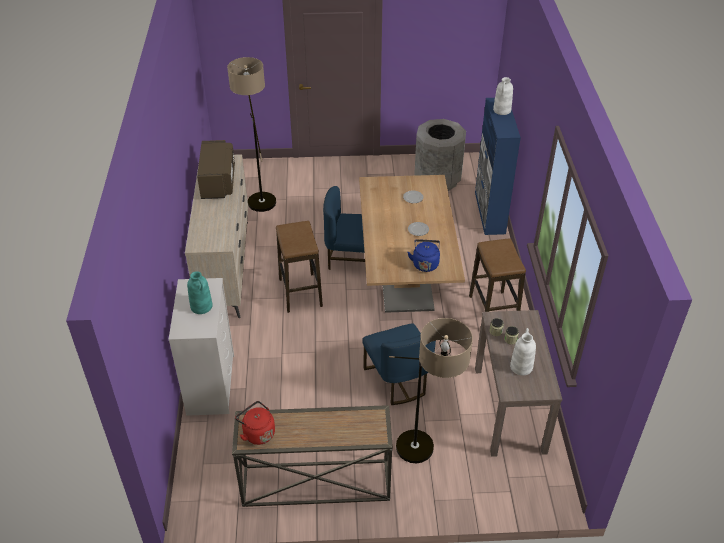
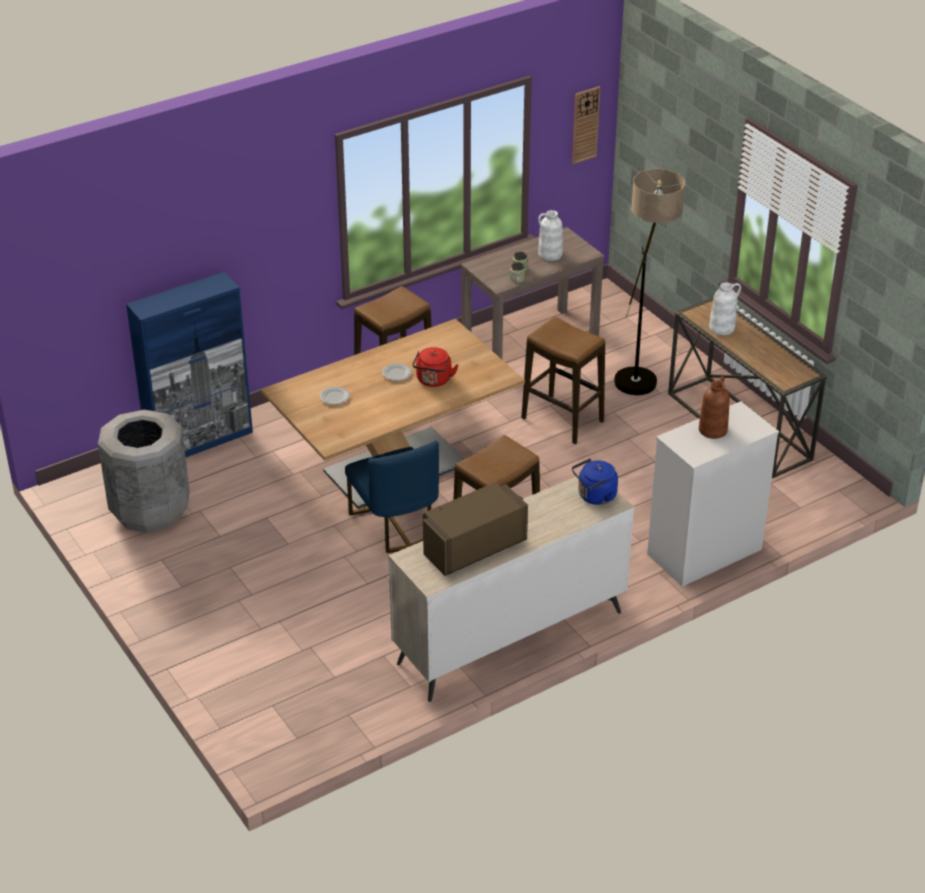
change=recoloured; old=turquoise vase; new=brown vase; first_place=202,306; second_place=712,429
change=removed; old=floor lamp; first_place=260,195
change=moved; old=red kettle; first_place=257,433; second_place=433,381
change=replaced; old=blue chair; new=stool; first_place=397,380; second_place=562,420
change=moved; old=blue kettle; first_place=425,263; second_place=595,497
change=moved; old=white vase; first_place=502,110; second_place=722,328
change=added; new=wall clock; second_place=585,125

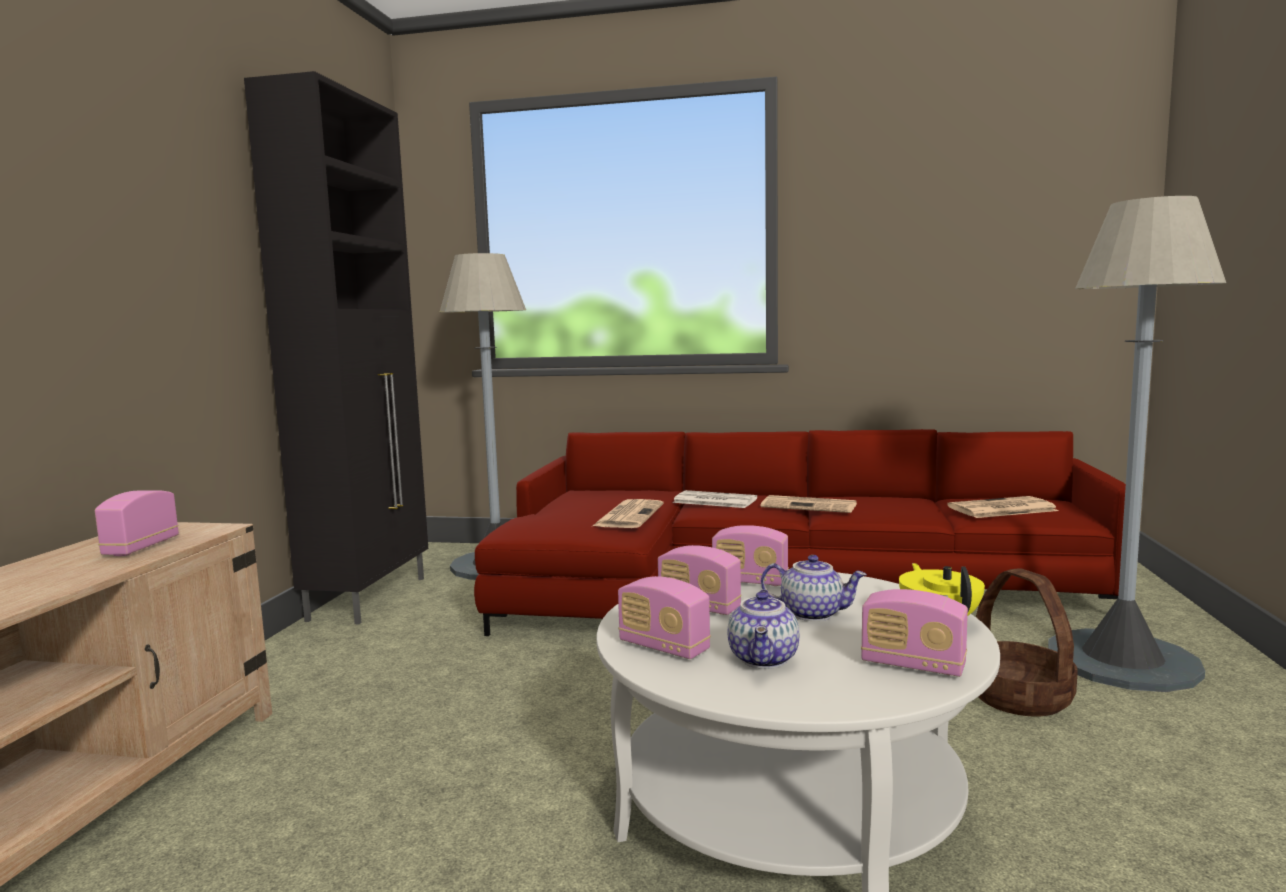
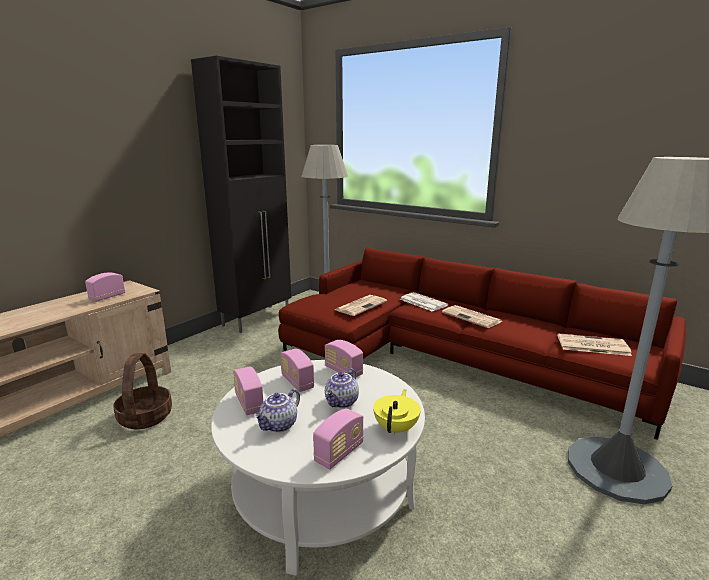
change=turned; old=teapot; first_place=813,613; second_place=342,402; degrees=75
change=turned; old=radio; first_place=913,665; second_place=339,453; degrees=-105
change=moved; old=basket; first_place=1020,697; second_place=145,417

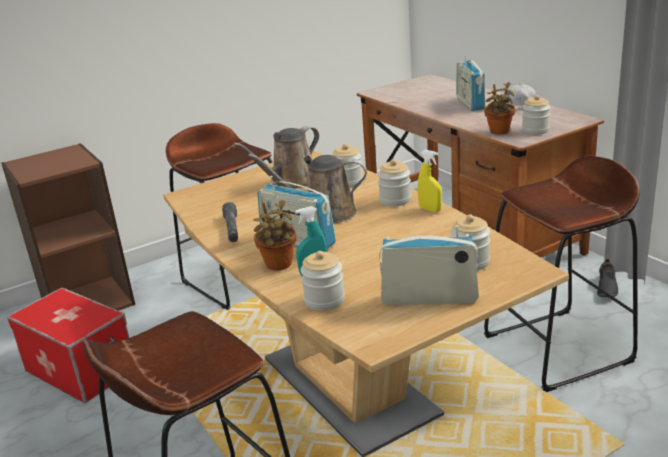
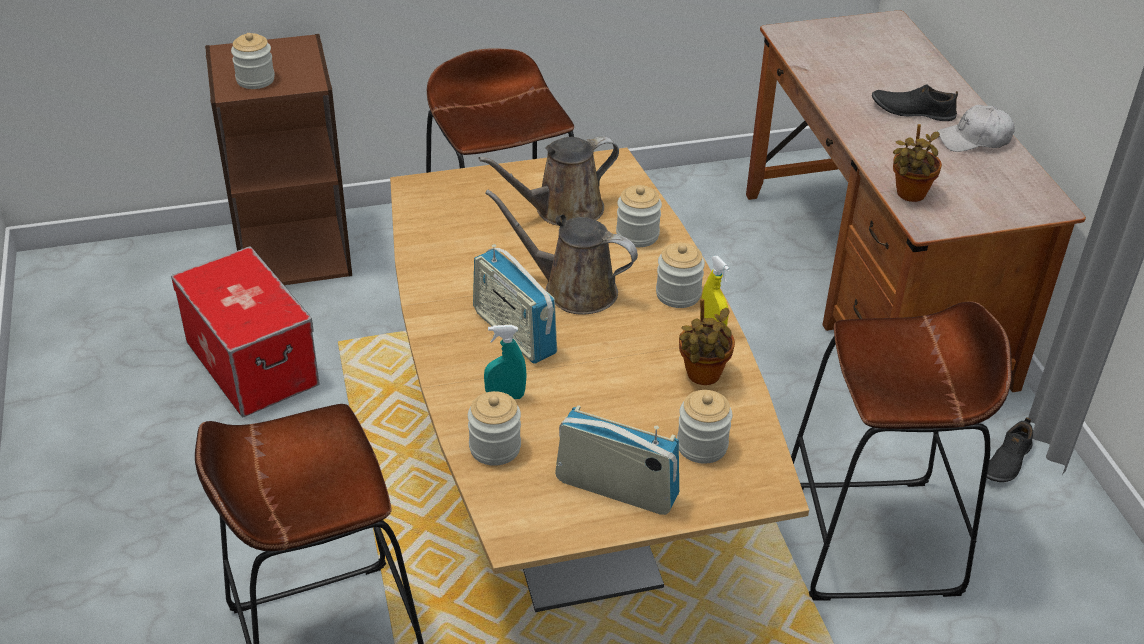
change=removed; old=grey flashlight; first_place=232,229
change=moved; old=potted plant; first_place=278,266; second_place=702,377
change=replaced; old=radio; new=black shoe; first_place=470,103; second_place=912,110
change=moved; old=jar; first_place=535,130; second_place=255,80

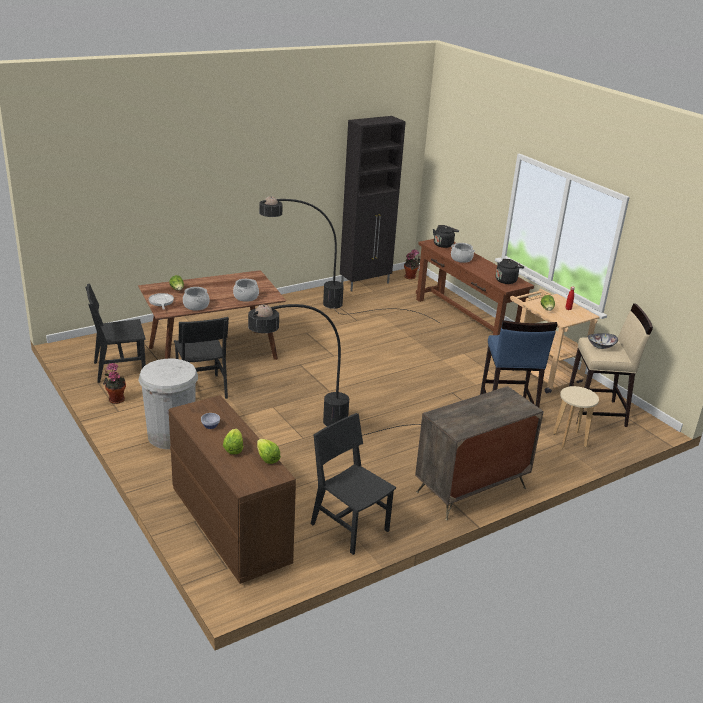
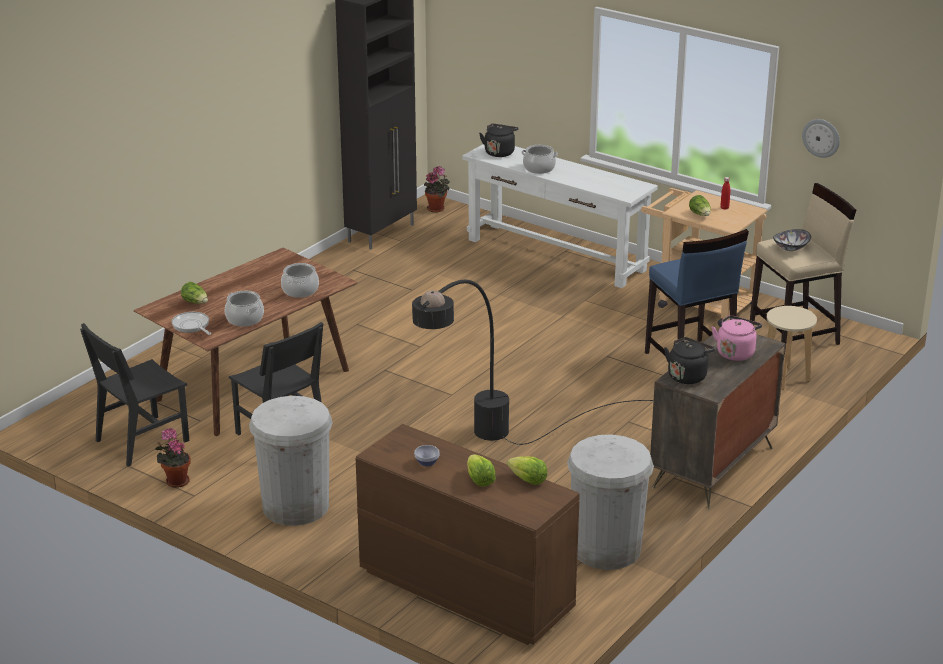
change=removed; old=black floor lamp; first_place=319,314
change=replaced; old=black chair; new=white trash can; first_place=350,527; second_place=606,548
change=recoloured; old=brown console table; new=white console table; first_place=465,321; second_place=556,255
change=moved; old=black kettle; first_place=507,280; second_place=688,376
change=added; new=pink kettle; second_place=736,353
change=added; new=wall clock; second_place=821,137

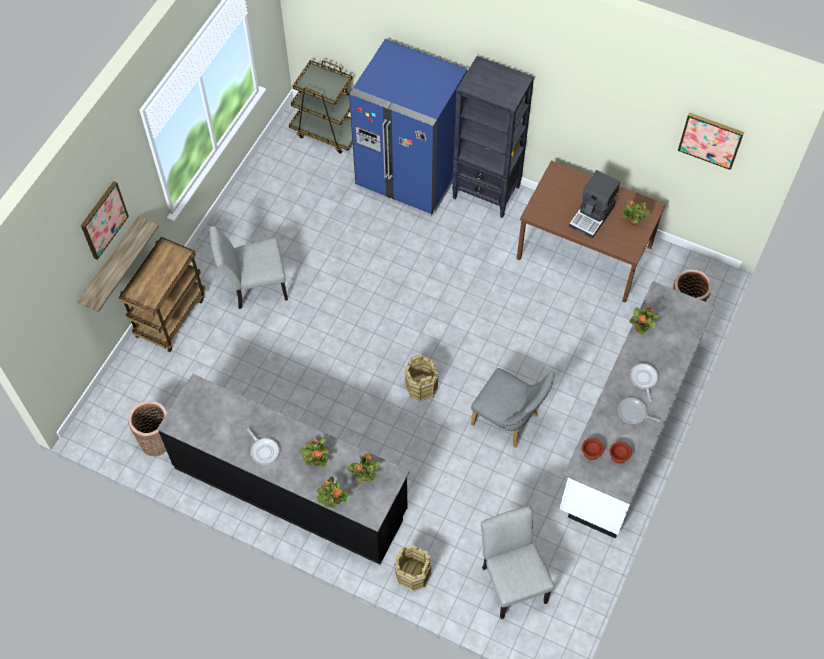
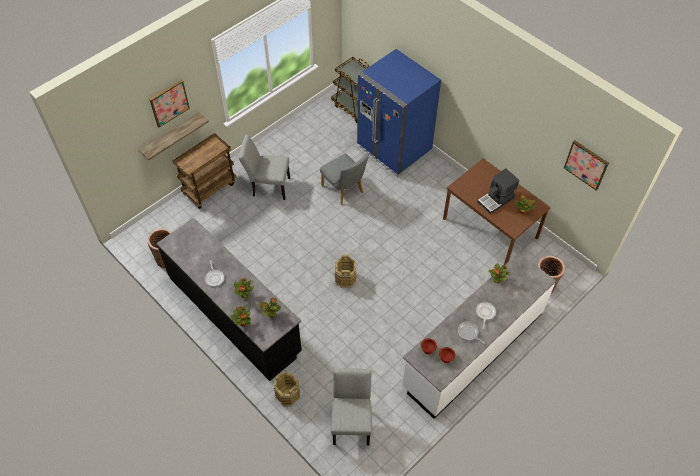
change=removed; old=black bookcase; first_place=487,193
change=moved; old=grey chair; first_place=509,422; second_place=344,191

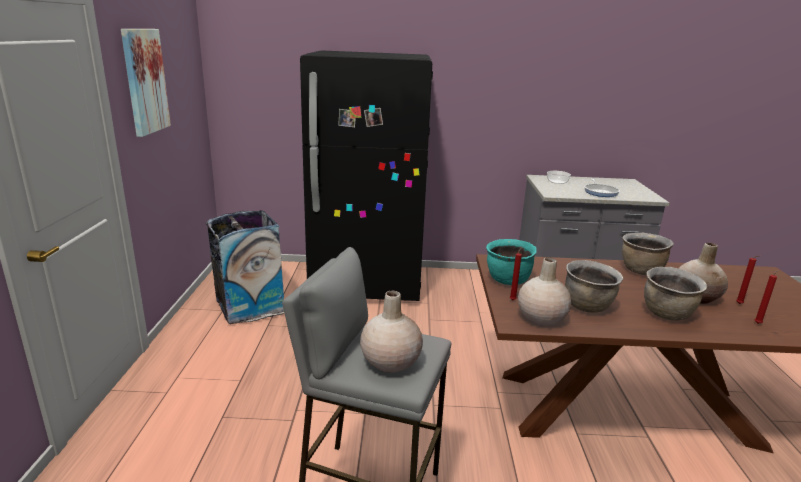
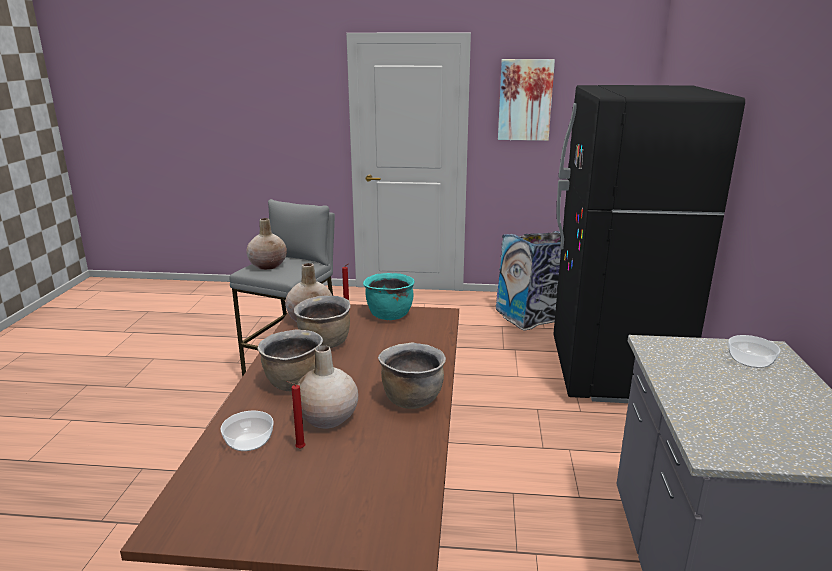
change=removed; old=frying pan; first_place=600,192
change=replaced; old=red candle; new=bowl; first_place=758,323; second_place=248,442

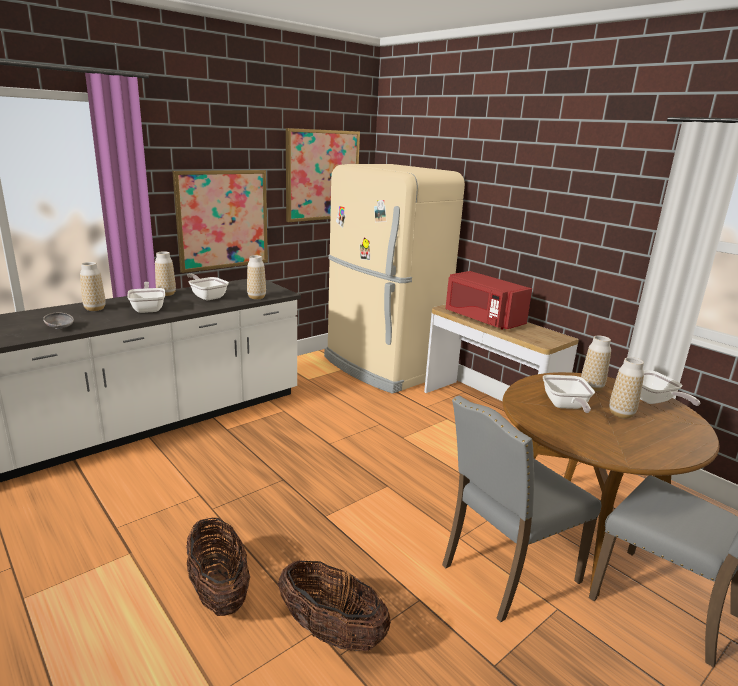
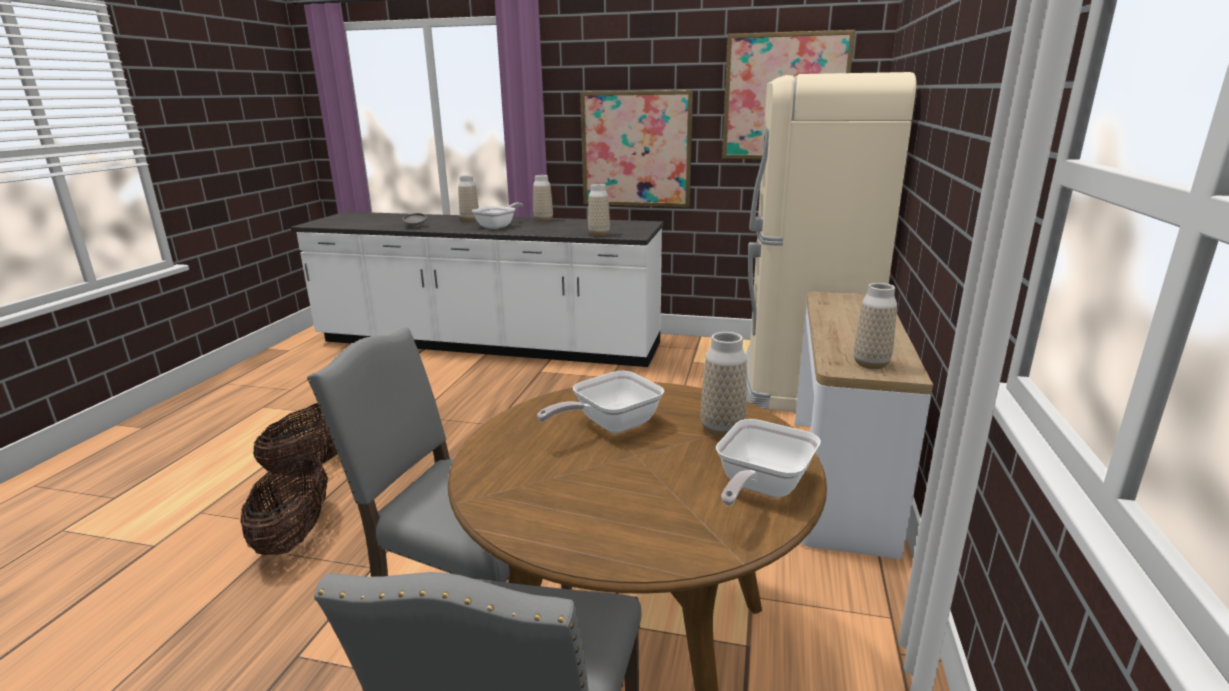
change=removed; old=frying pan; first_place=207,296
change=removed; old=red microwave; first_place=482,319
change=moved; old=vase; first_place=621,414; second_place=871,364

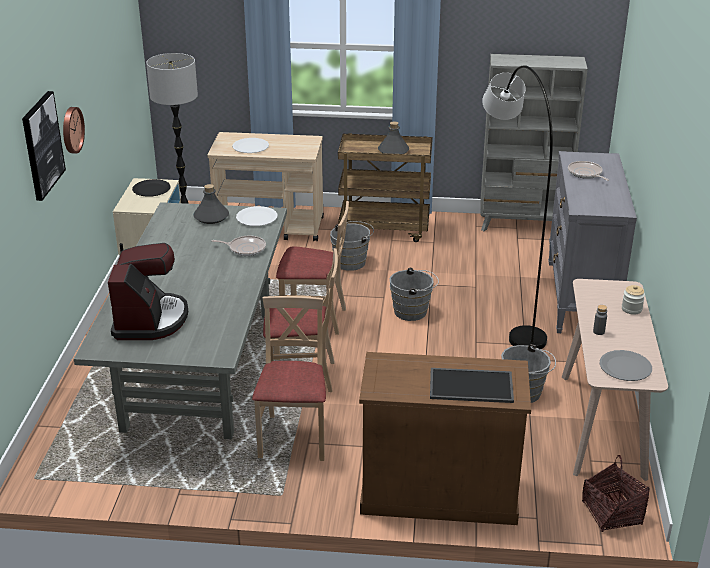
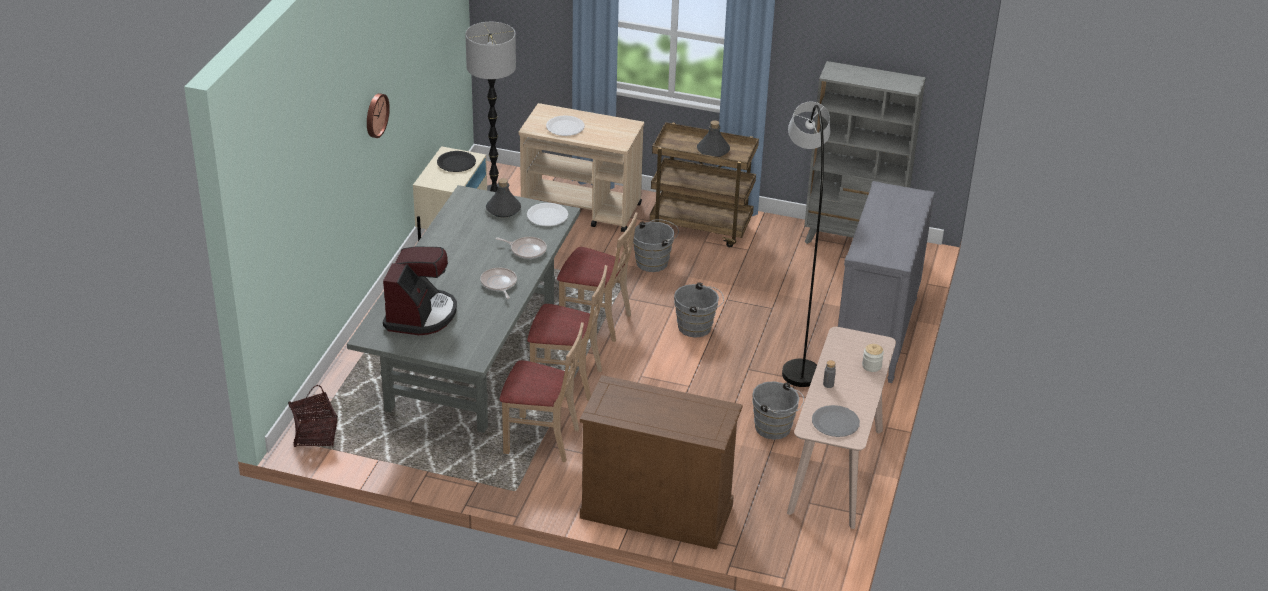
change=removed; old=picture; first_place=42,145
change=turned; old=beige chair; first_place=294,438; second_place=541,440; degrees=90
change=removed; old=tray; first_place=472,385
change=moved; old=frying pan; first_place=585,173; second_place=499,284
change=moved; old=basket; first_place=611,514; second_place=315,435

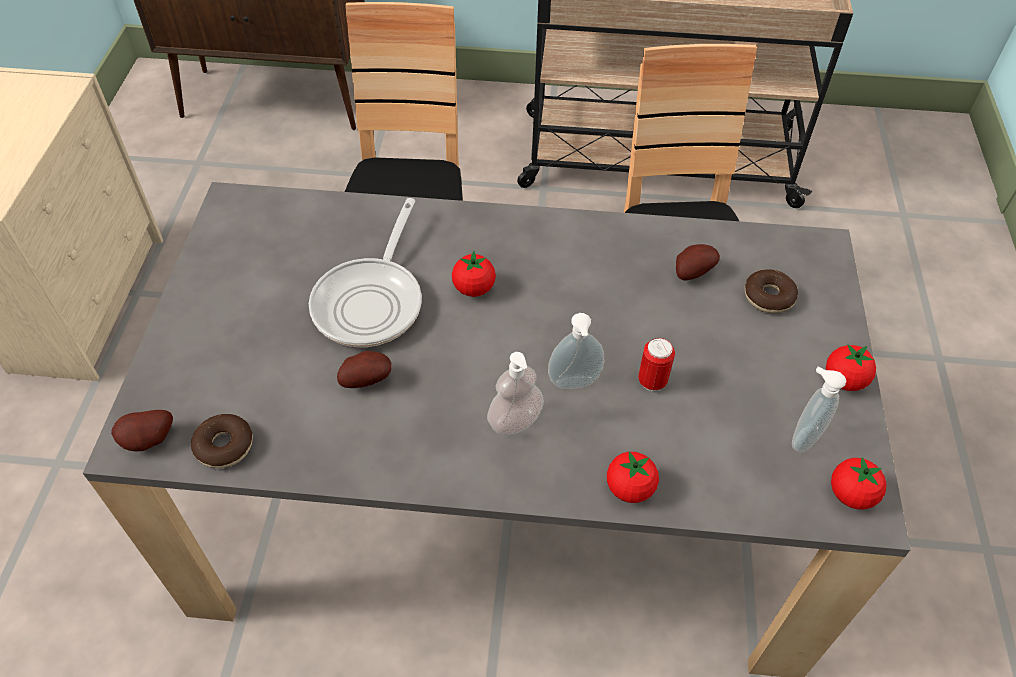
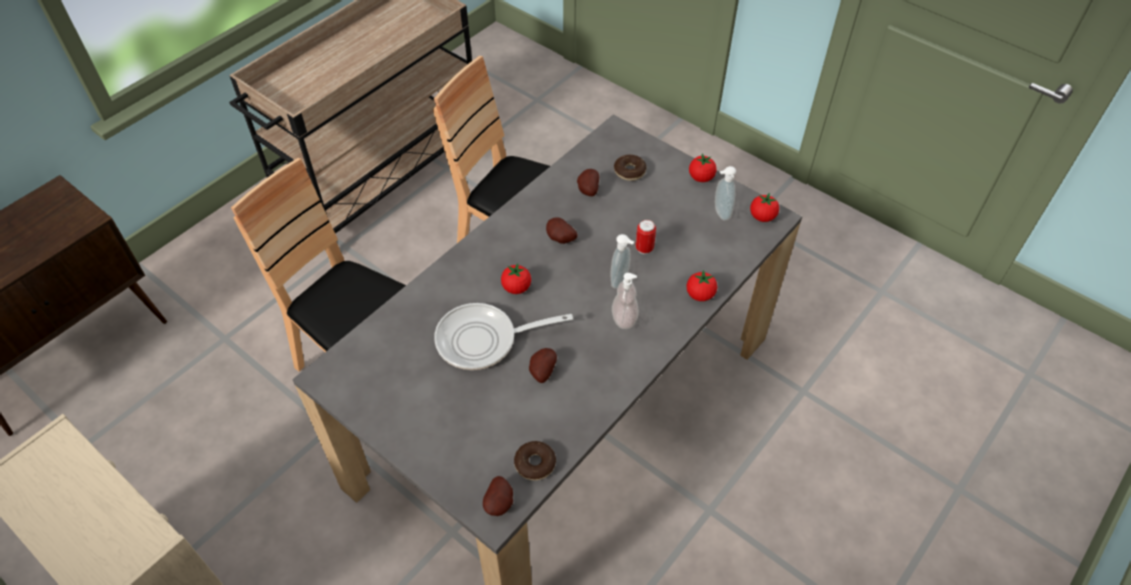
change=turned; old=frying pan; first_place=372,301; second_place=483,340; degrees=120
change=added; new=potato; second_place=560,239

